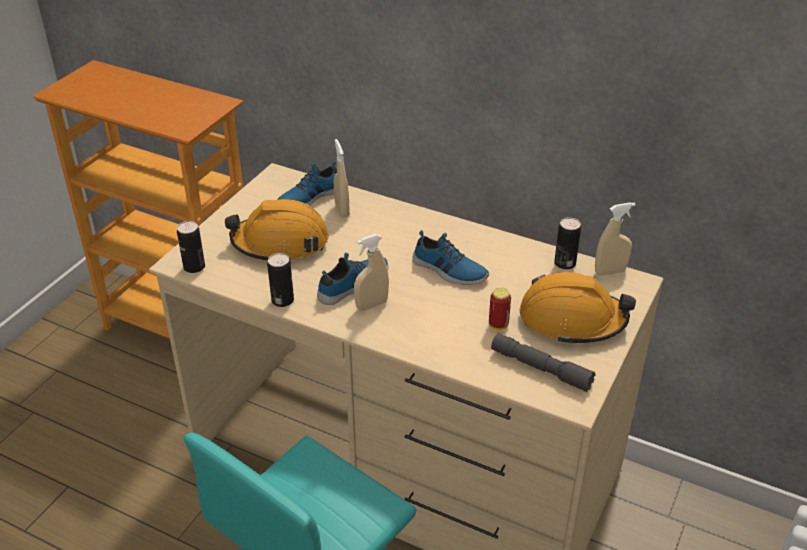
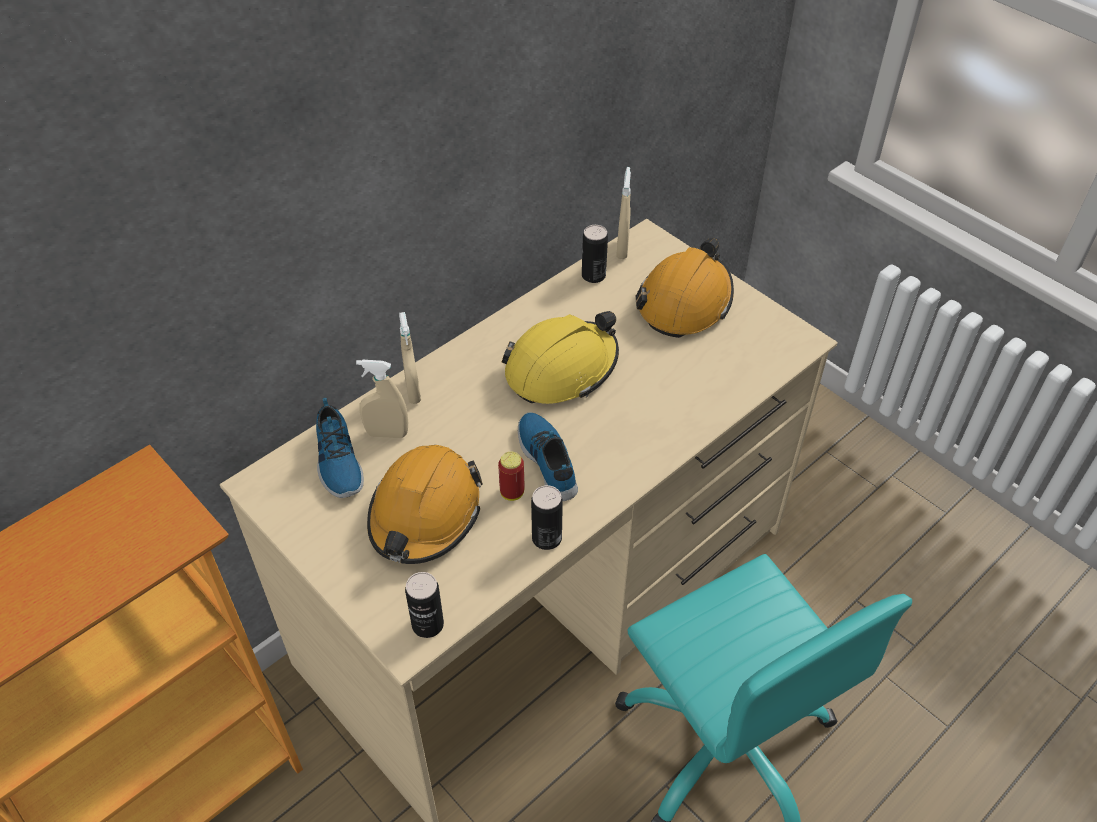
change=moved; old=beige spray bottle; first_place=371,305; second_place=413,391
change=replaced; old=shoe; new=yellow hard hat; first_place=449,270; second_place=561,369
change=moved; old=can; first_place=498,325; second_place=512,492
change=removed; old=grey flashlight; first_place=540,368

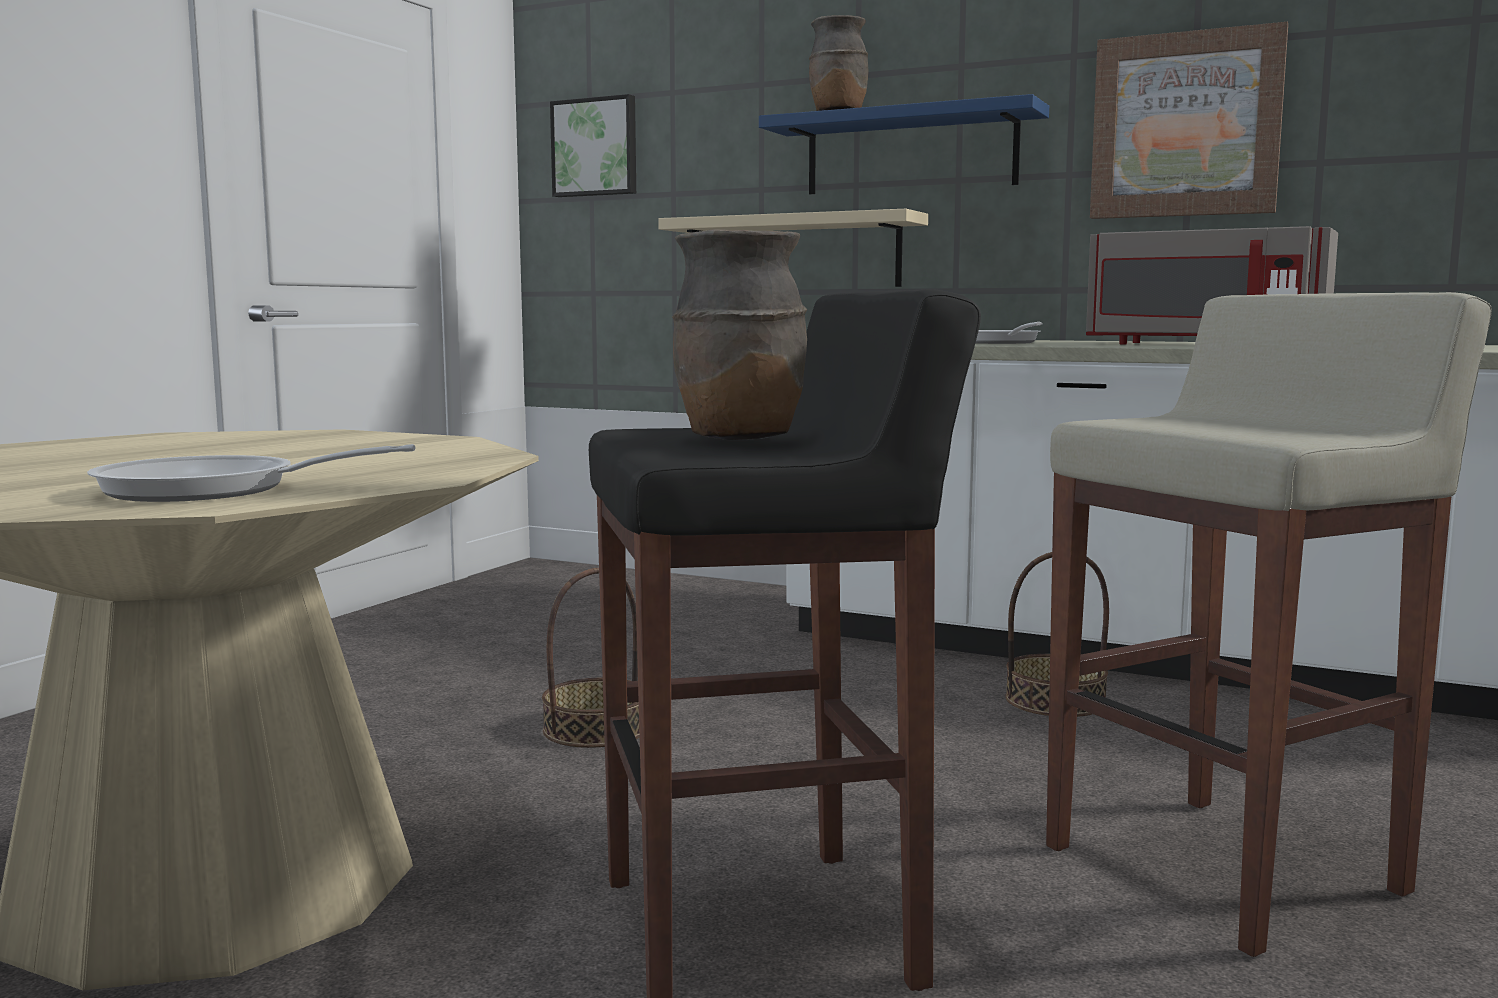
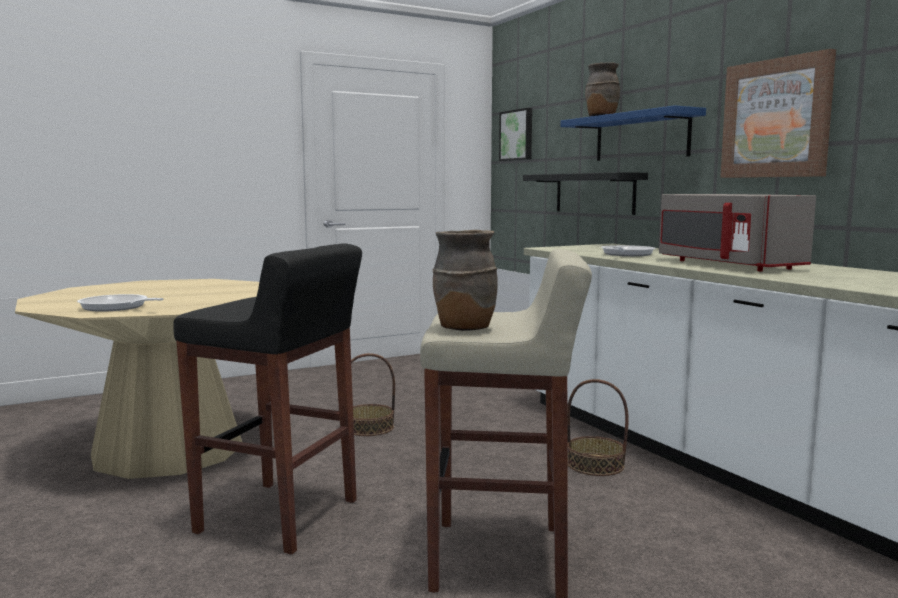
change=recoloured; old=beige shelf; new=black shelf; first_place=803,253; second_place=594,193
change=moved; old=brown vase; first_place=738,438; second_place=464,329

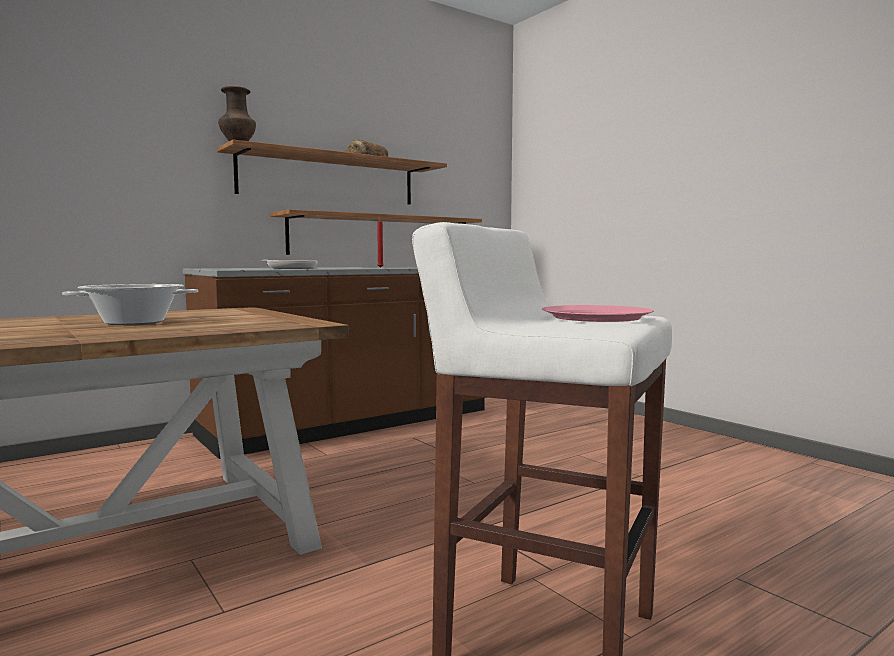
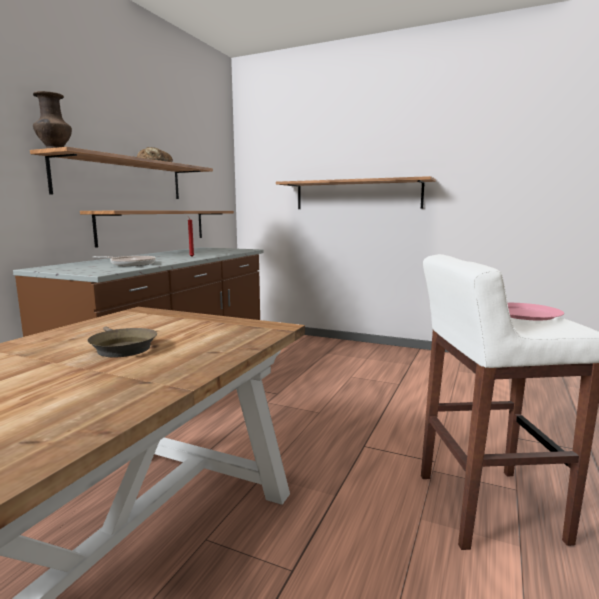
change=replaced; old=cooking pot; new=brown frying pan; first_place=134,322; second_place=121,348
change=added; new=shelf; second_place=357,195

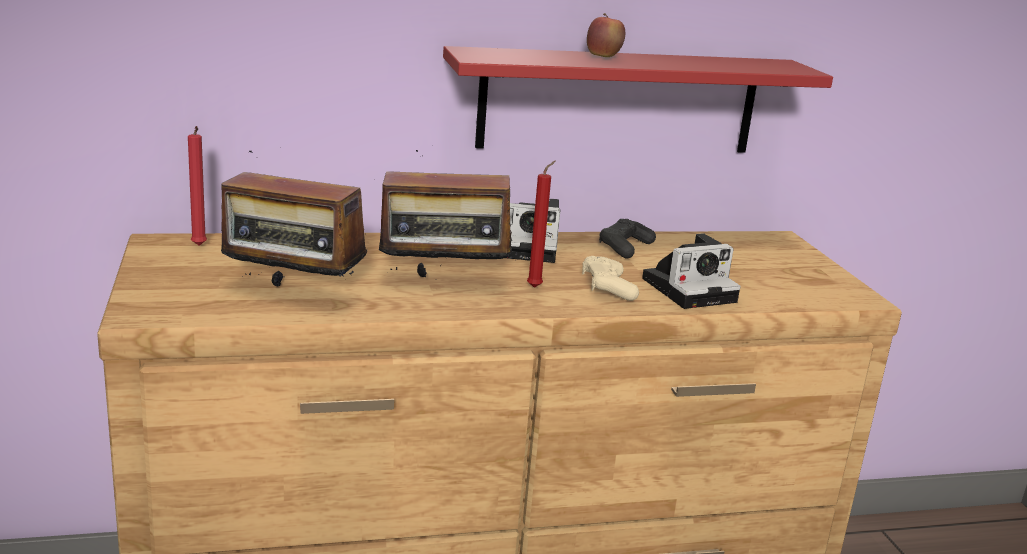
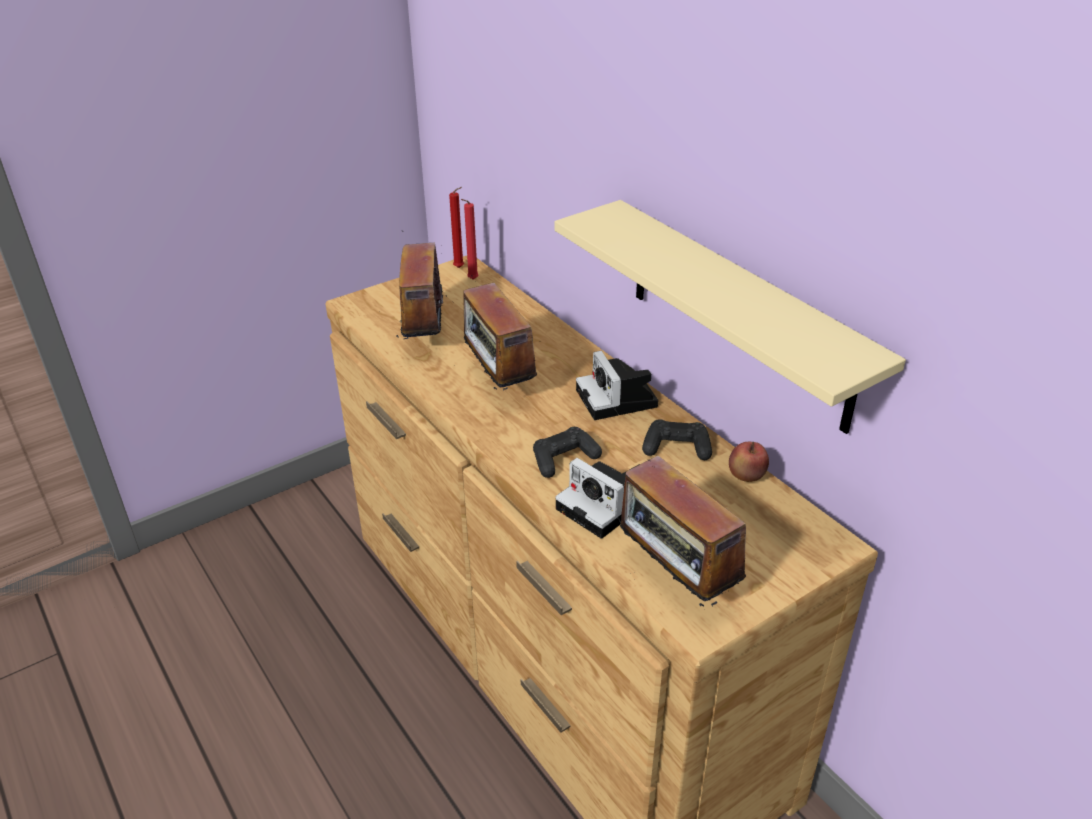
change=recoloured; old=red shelf; new=beige shelf; first_place=619,102; second_place=738,314
change=moved; old=red candle; first_place=536,287; second_place=460,268
change=recoloured; old=beige game controller; new=black game controller; first_place=607,288; second_place=564,459
change=moved; old=apple; first_place=603,57; second_place=746,477
change=added; new=radio; second_place=675,581

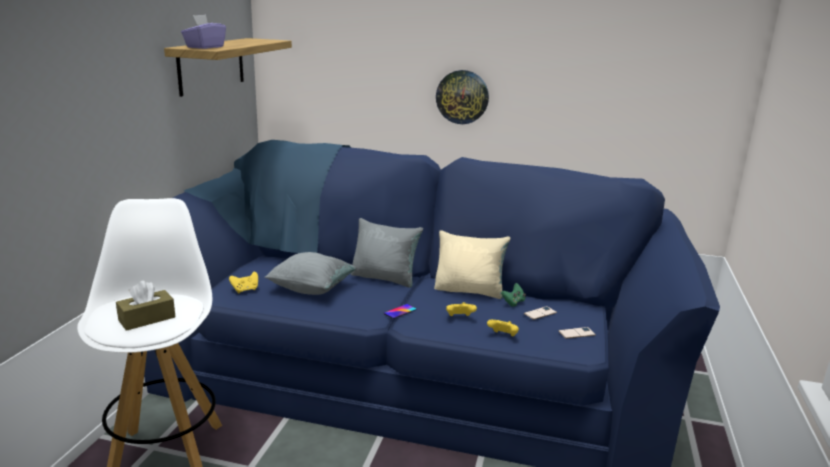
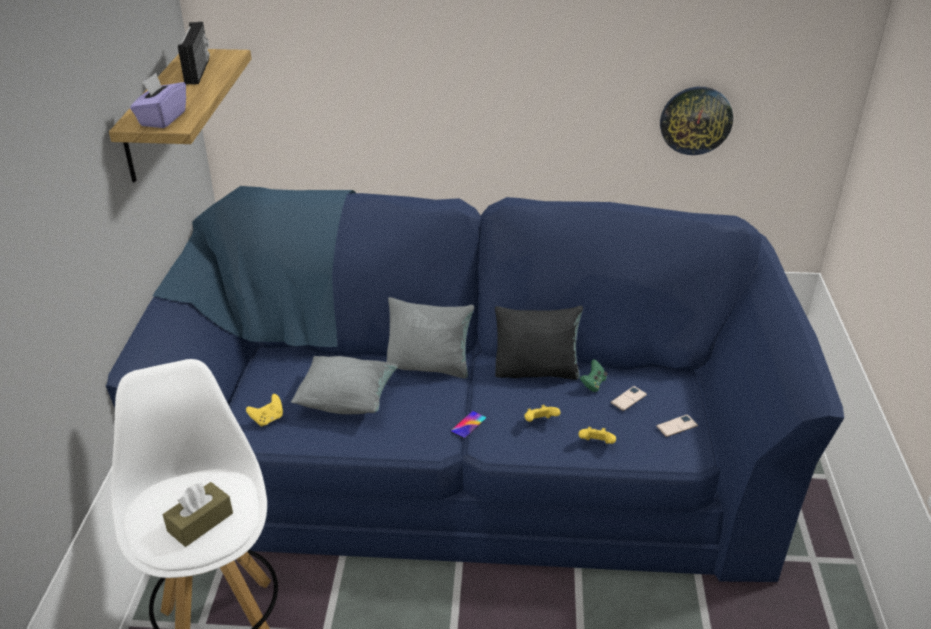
change=recoloured; old=beige pillow; new=black pillow; first_place=469,291; second_place=537,371
change=moved; old=wall clock; first_place=462,97; second_place=696,120
change=added; new=radio; second_place=198,71

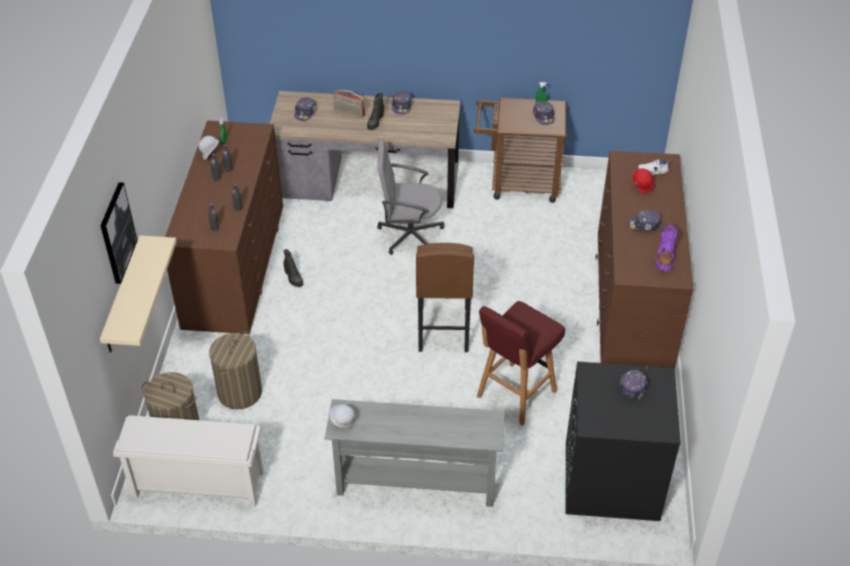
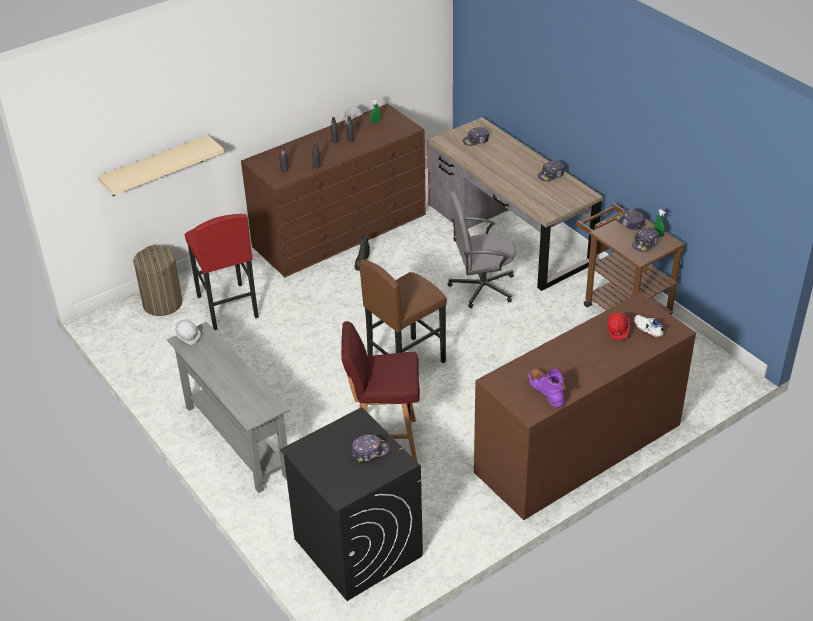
change=removed; old=picture; first_place=117,233
change=removed; old=white shoe rack; first_place=196,485
change=replaced; old=laundry basket; new=red stool; first_place=240,393; second_place=227,307
change=removed; old=radio; first_place=349,114
change=removed; old=black boot; first_place=375,122
change=turned; old=grey office chair; first_place=409,234; second_place=481,287; degrees=-60
change=moved; old=cap; first_place=644,225; second_place=630,223
change=turned; old=purple boot; first_place=664,257; second_place=546,391; degrees=90

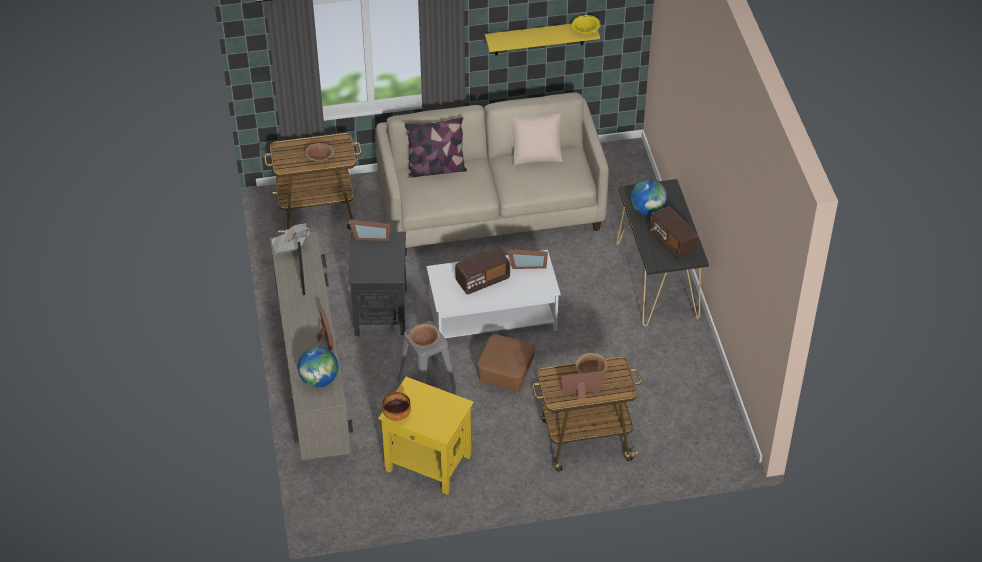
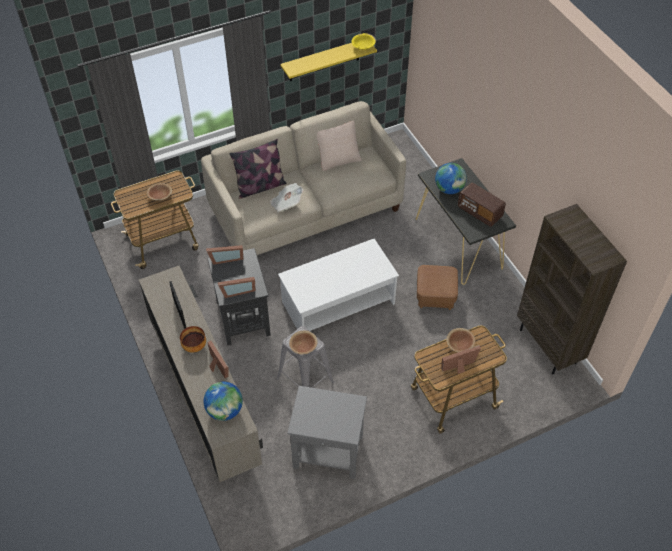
change=moved; old=newspaper; first_place=290,246; second_place=286,203
change=recoloured; old=yellow side table; new=grey side table; first_place=429,463; second_place=329,452
change=moved; old=bowl; first_place=396,415; second_place=194,346
change=removed; old=radio; first_place=482,280
change=moved; old=brown ottoman; first_place=505,376; second_place=435,297
change=moved; old=picture frame; first_place=527,264; second_place=237,291
change=added; new=brown bookcase; second_place=548,346

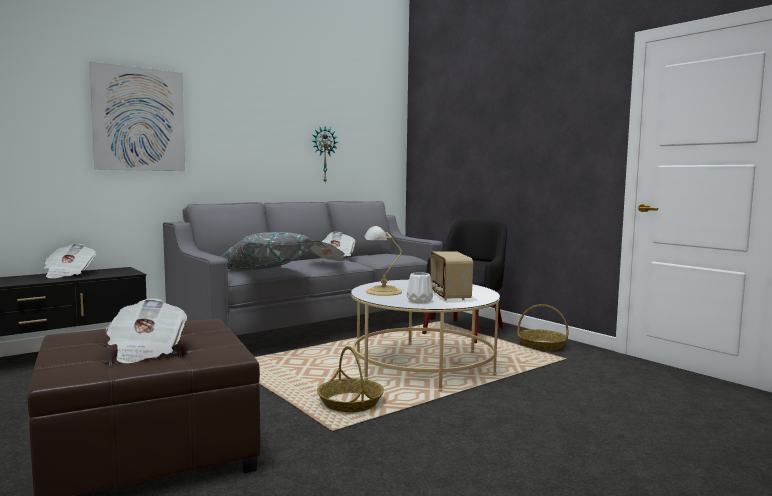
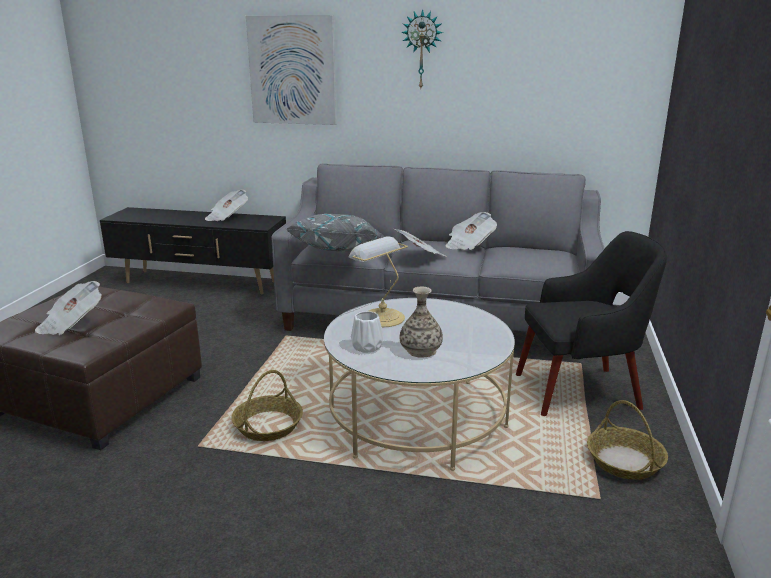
change=moved; old=wall clock; first_place=323,154; second_place=422,50
change=replaced; old=radio; new=vase; first_place=449,296; second_place=421,350

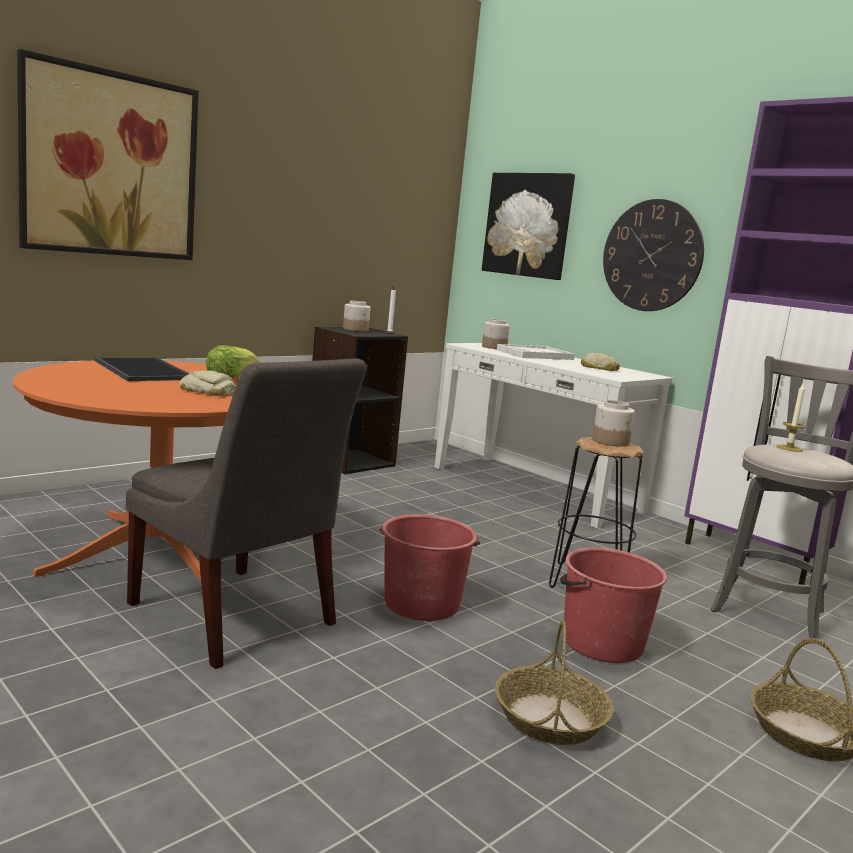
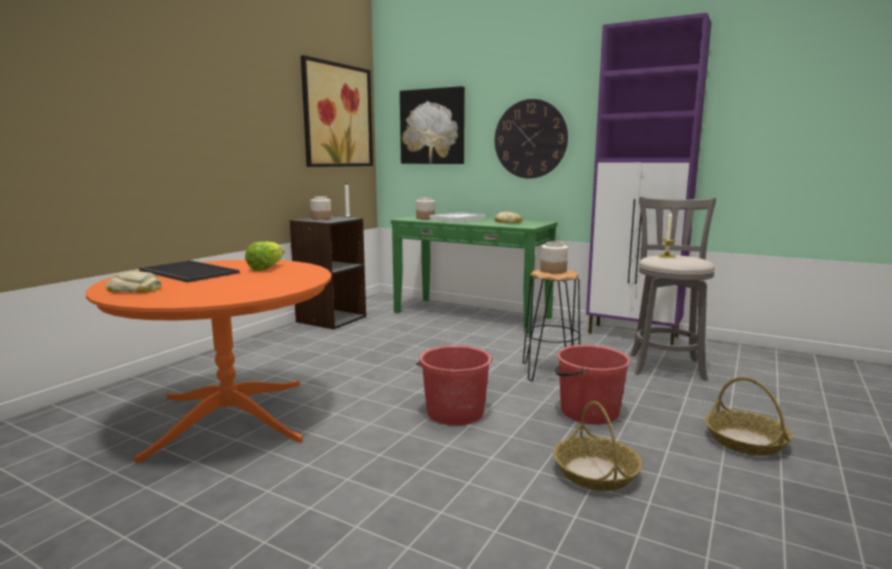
change=moved; old=picture; first_place=111,165; second_place=337,116
change=removed; old=grey chair; first_place=235,618
change=moved; old=bread; first_place=208,391; second_place=135,289
change=recoloured; old=white console table; new=green console table; first_place=535,489; second_place=471,315

